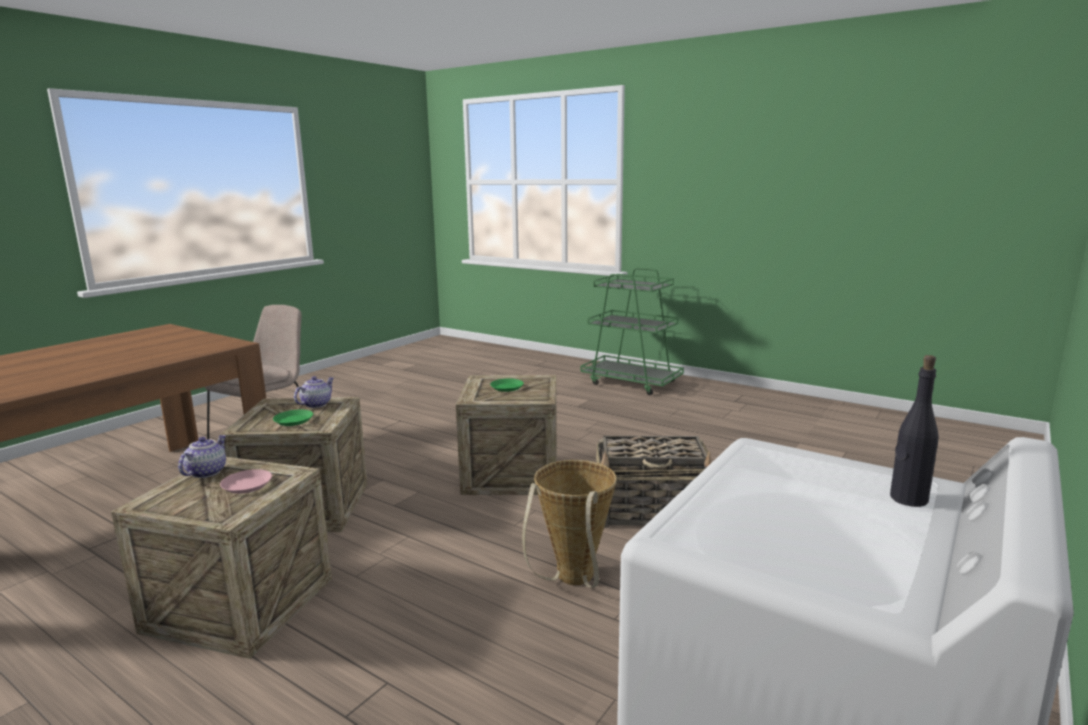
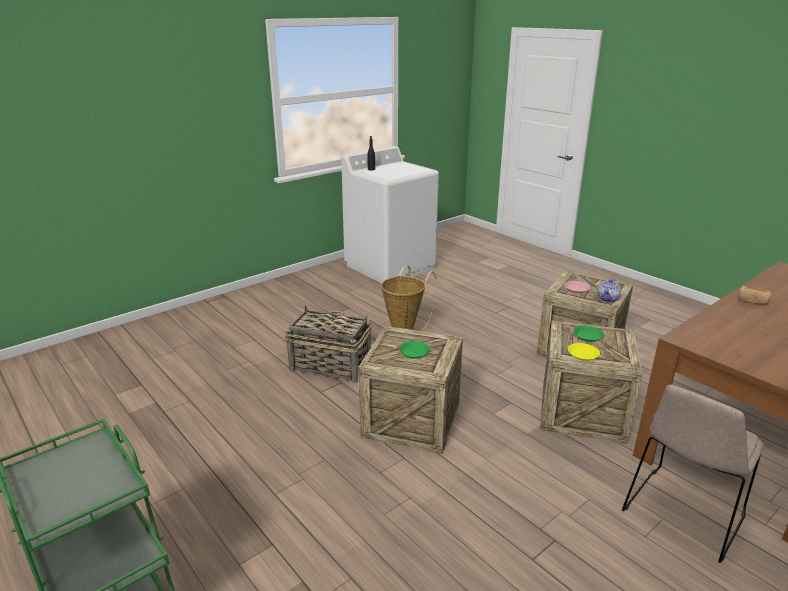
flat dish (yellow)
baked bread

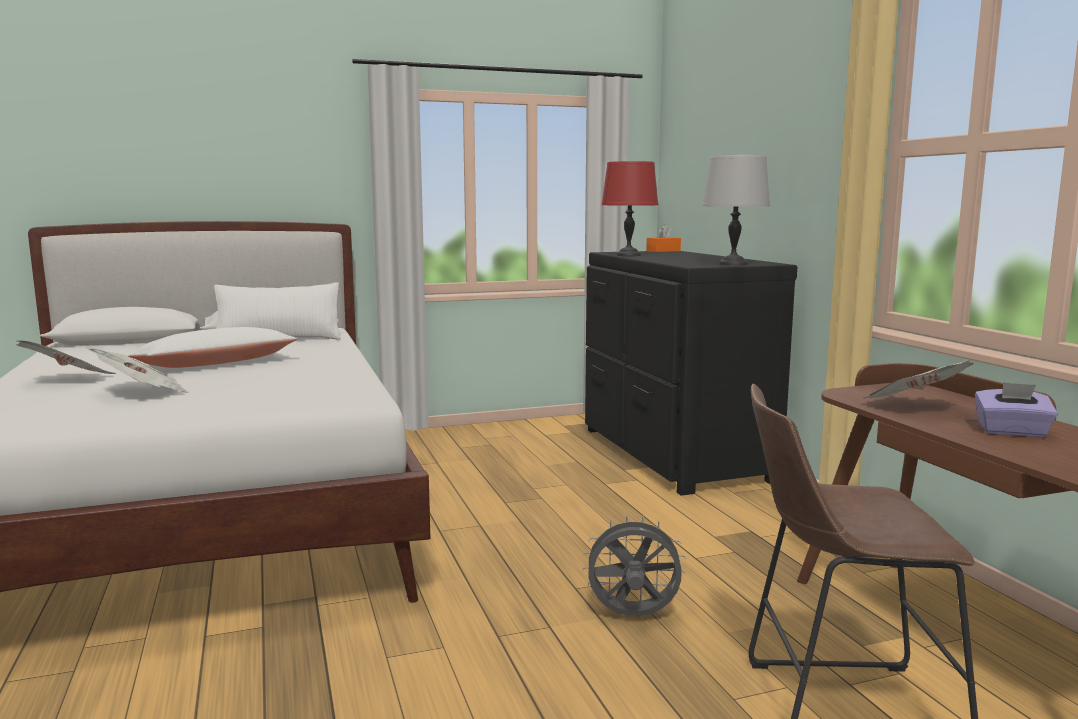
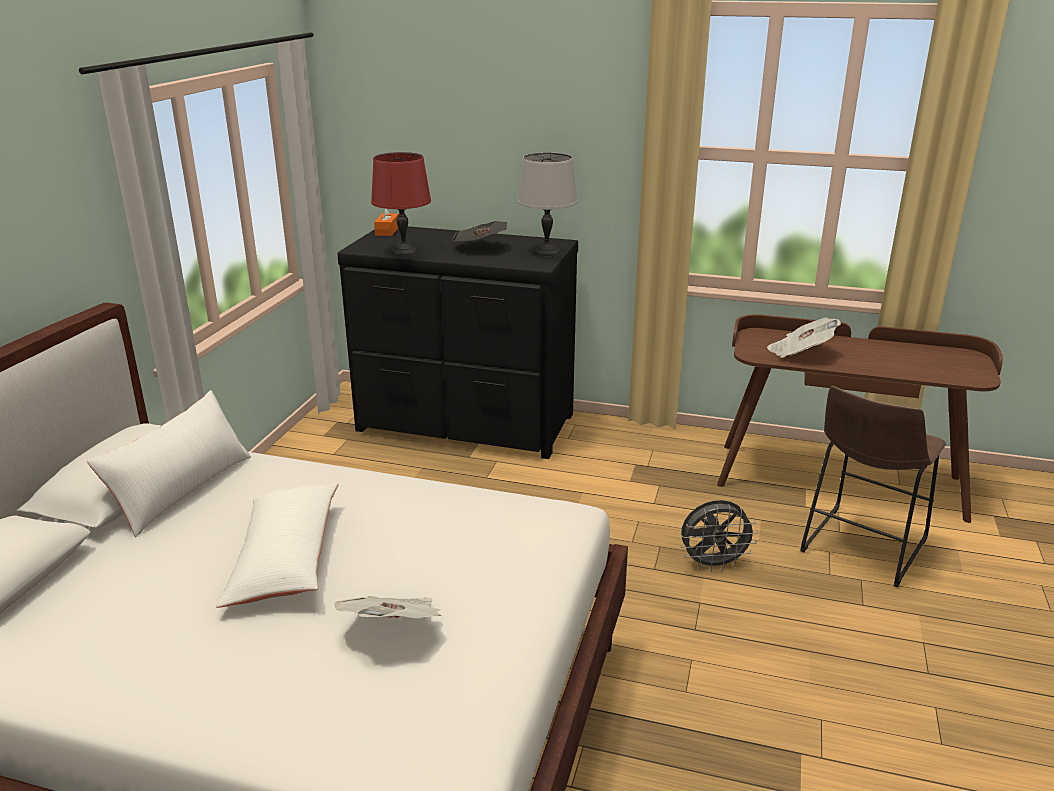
printed paper (2nd from left)
tissue holder (purple)
cooling fan (grey)

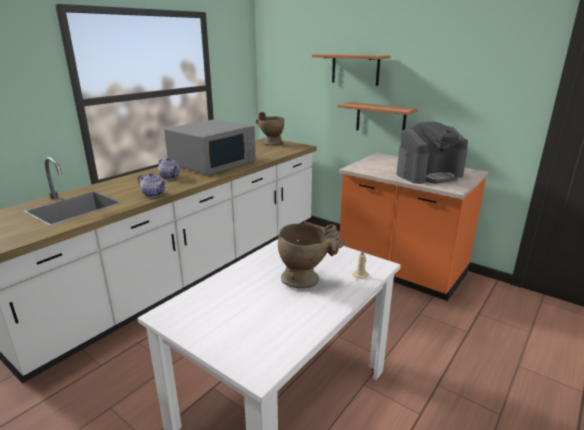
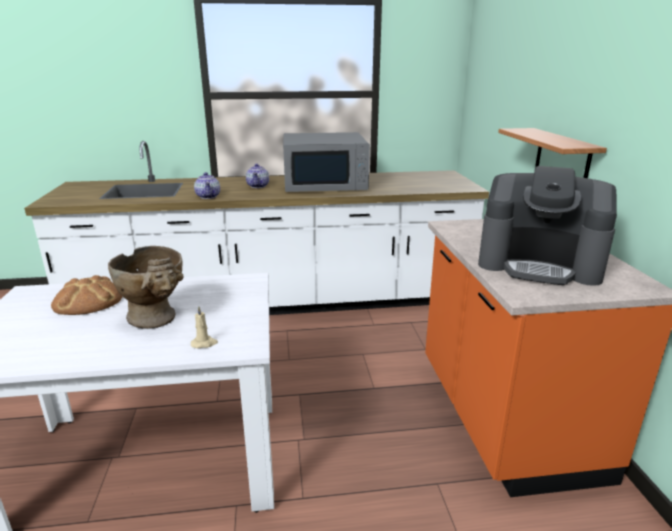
wall shelf (1st from left in the first image)
flower vase (sand-coloured) (1st from left in the first image)
baked bread

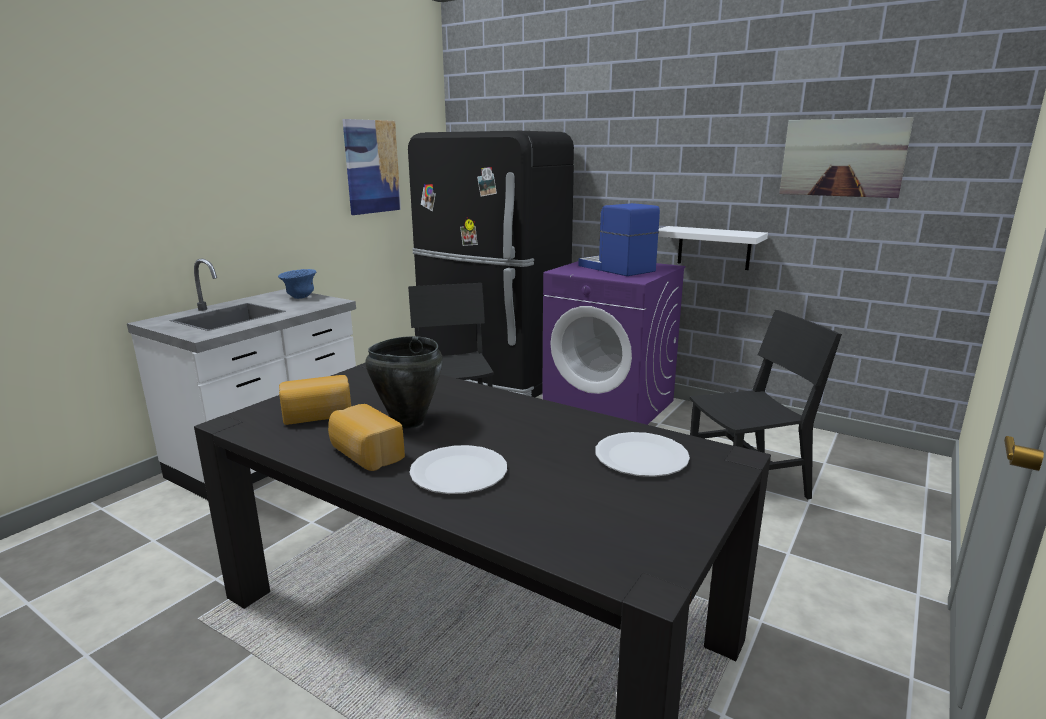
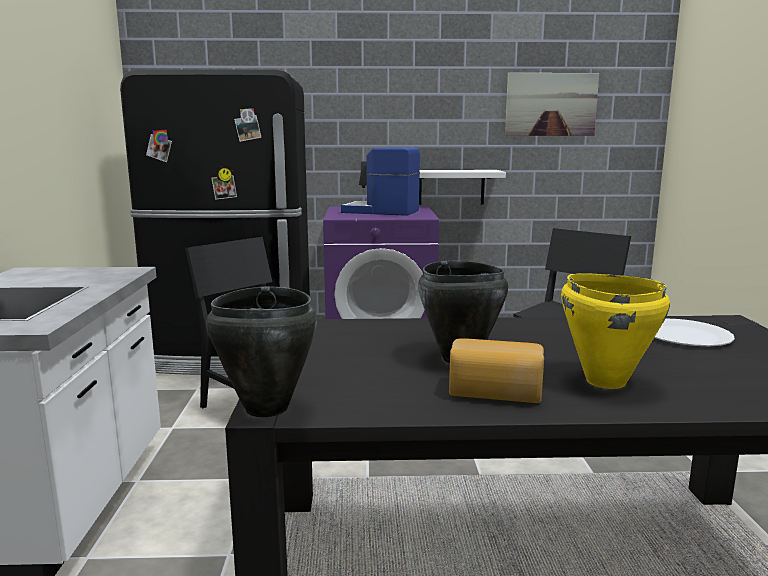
wall picture (1st from left in the first image)
serving bowl (blue-coloured)
baked bread (1st from left in the first image)
cooking pot (yellow)
cooking pot (black-coloured) (1st from left)

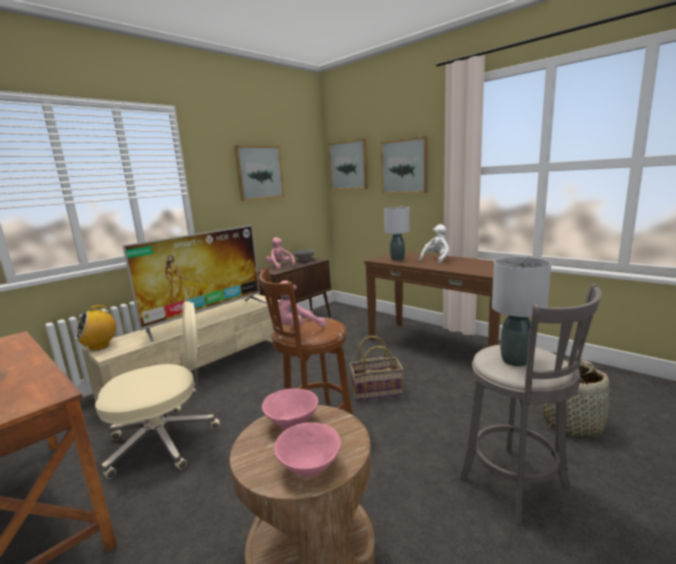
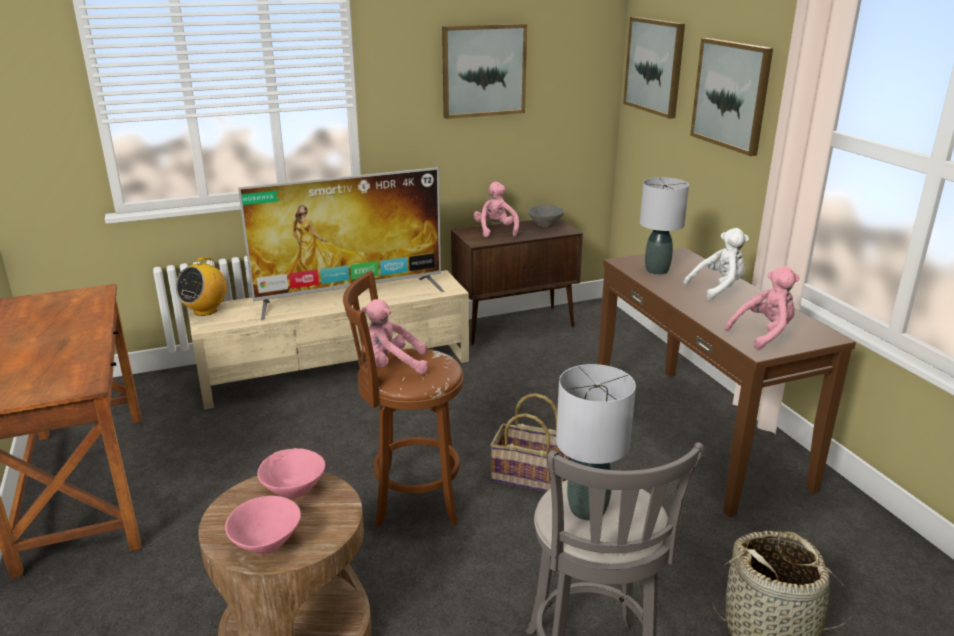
desk chair (sand-coloured)
radio receiver
soft toy (pink) (3rd from left)

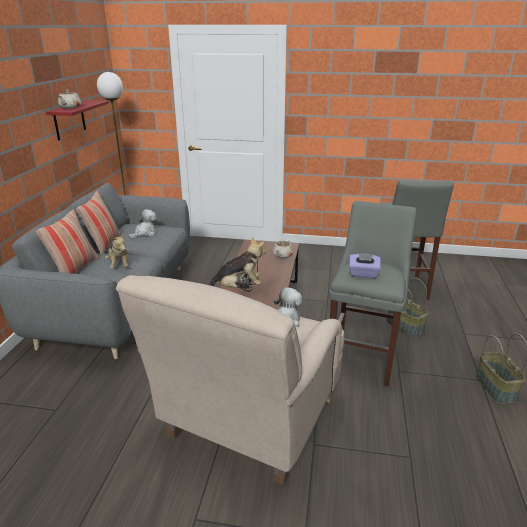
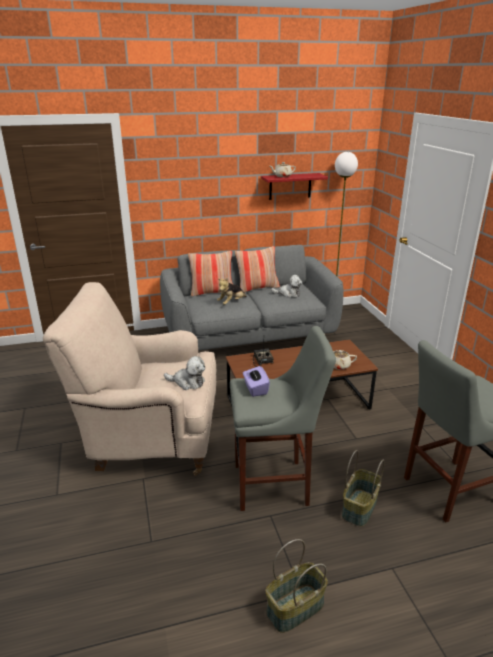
soft toy (3rd from left in the first image)

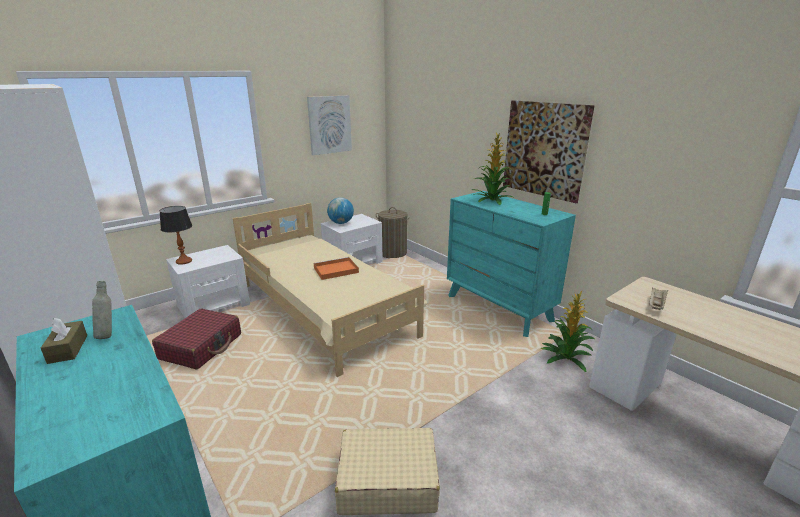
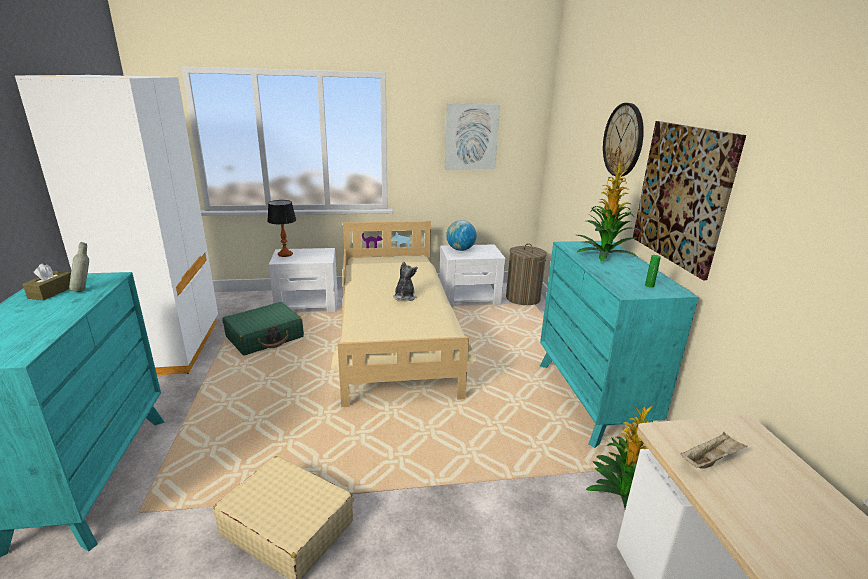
soft toy
suitcase (green)
wall clock

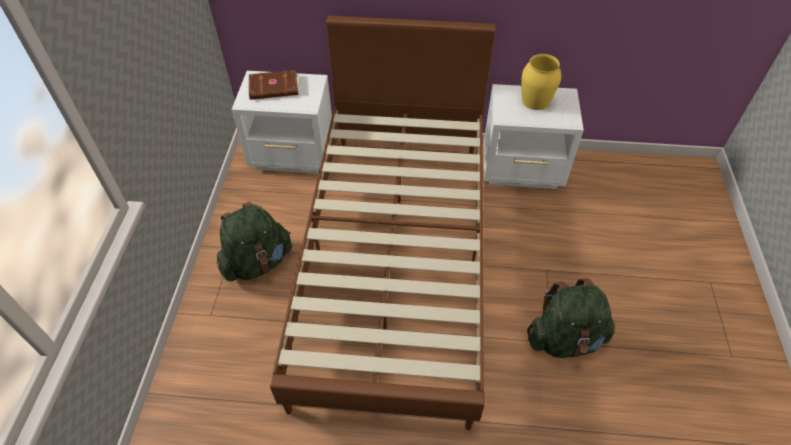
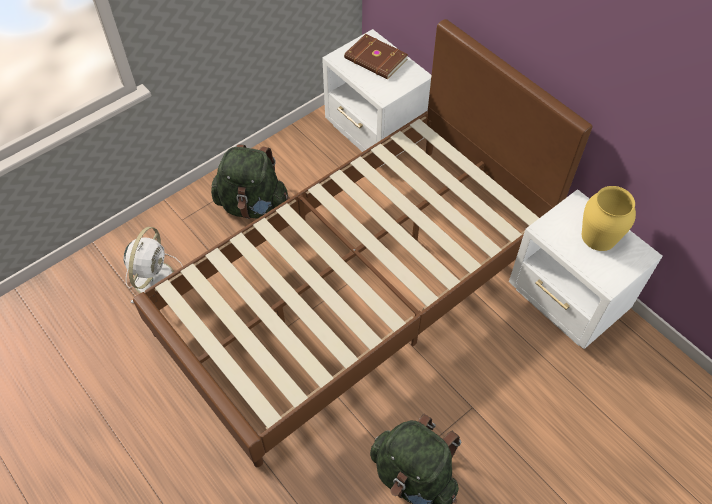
cooling fan (whitish)

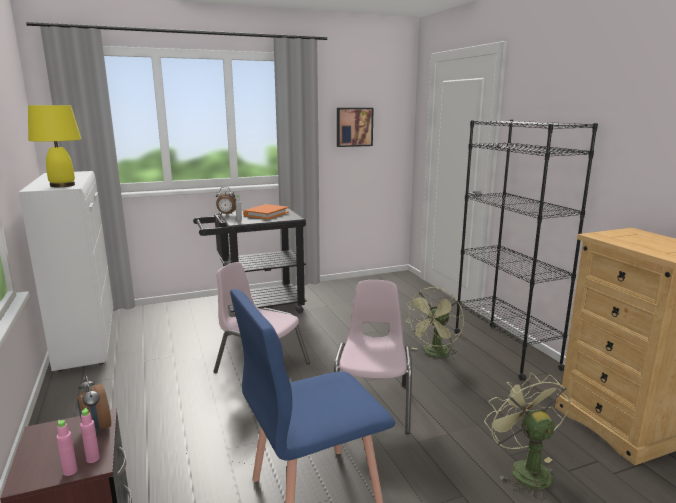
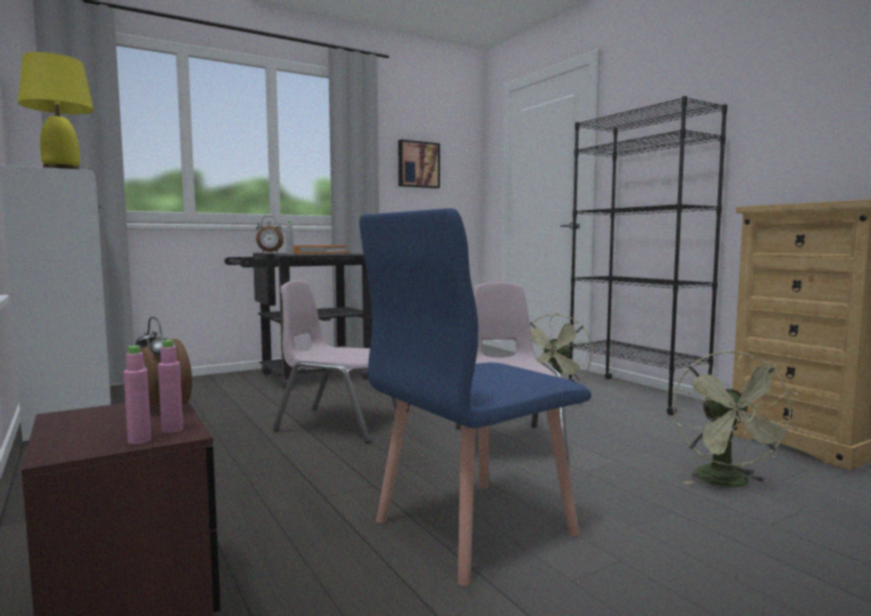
cooling fan (green) (2nd from left)

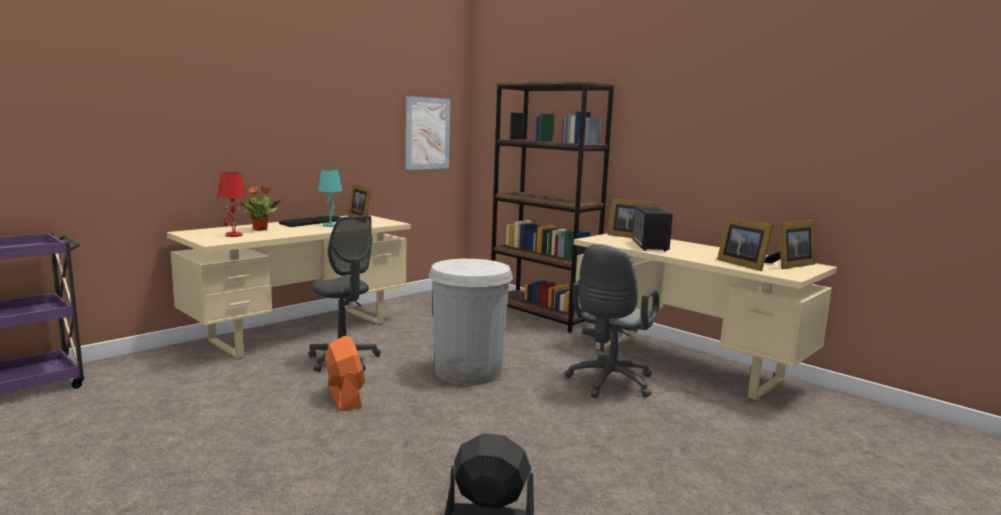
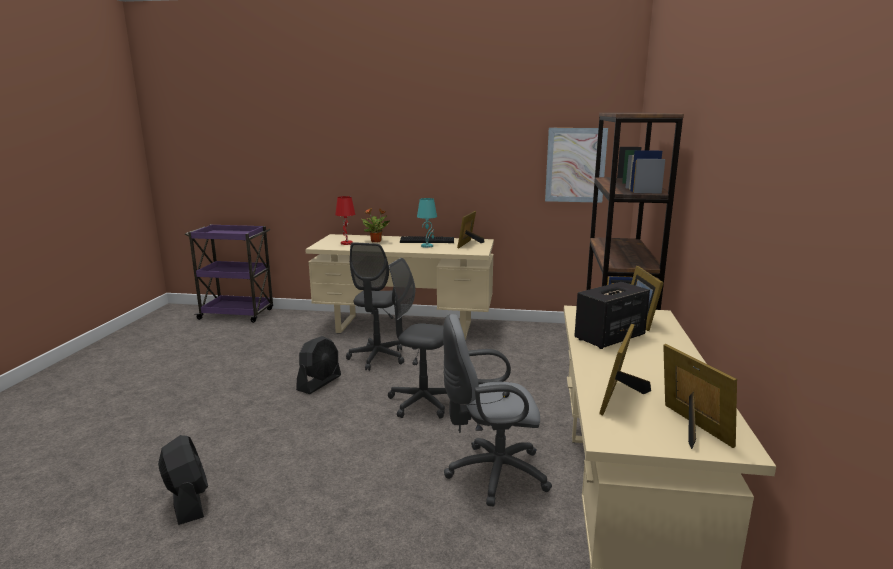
standing frame (4th from left)
desk chair (grey) (2nd from left)
cooling fan (black-coloured) (2nd from left)

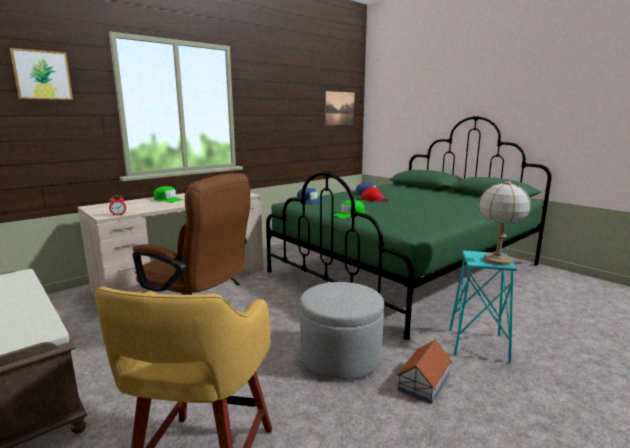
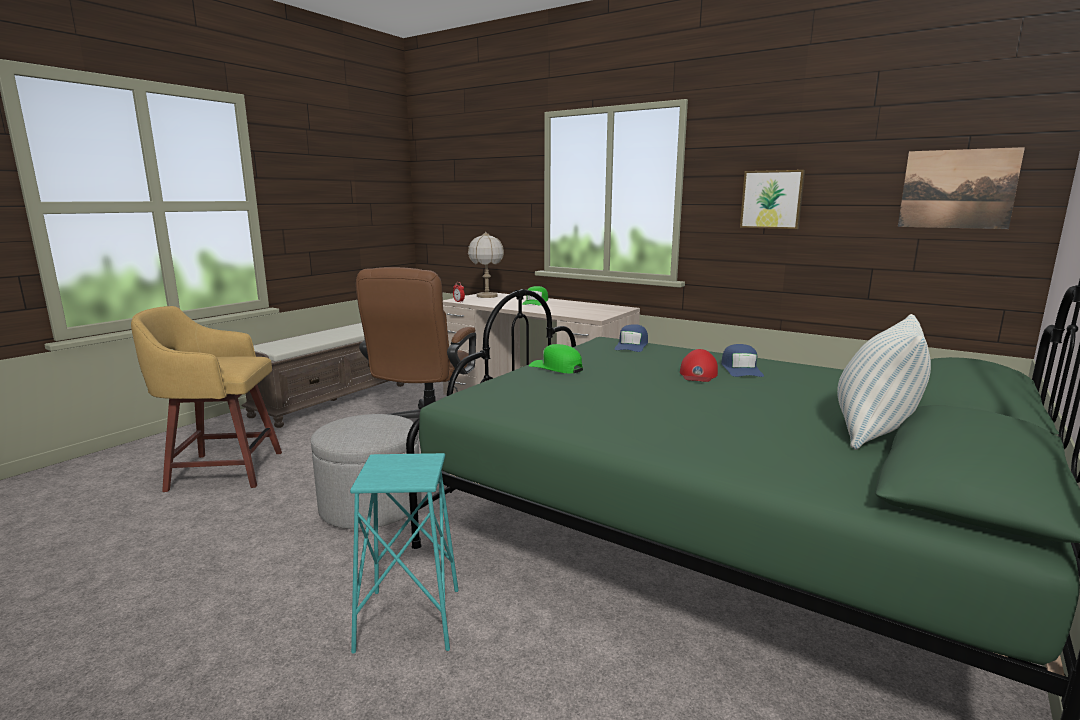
wall picture (1st from left)
table lamp
model house
cushion

